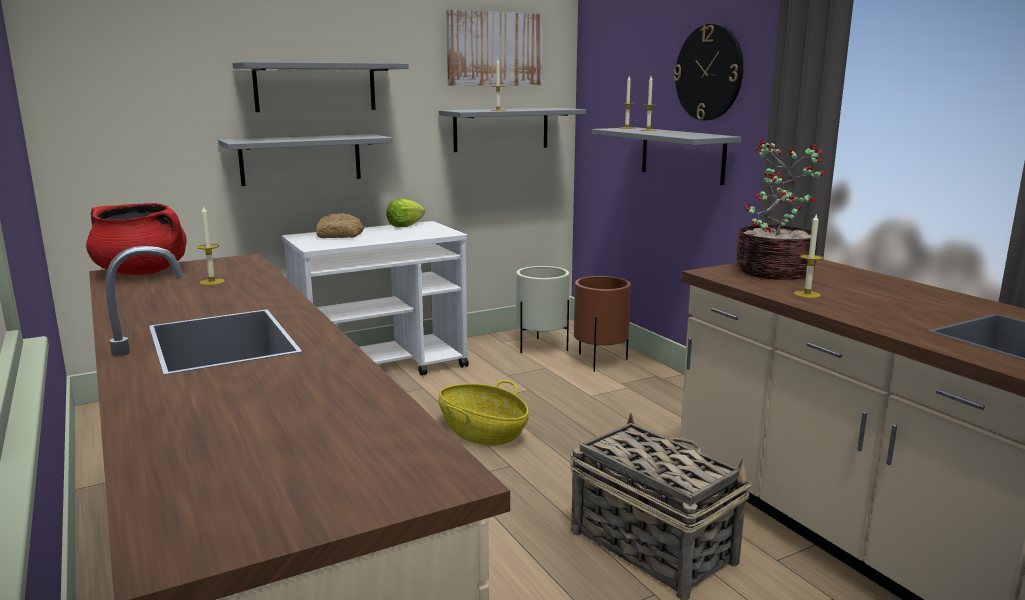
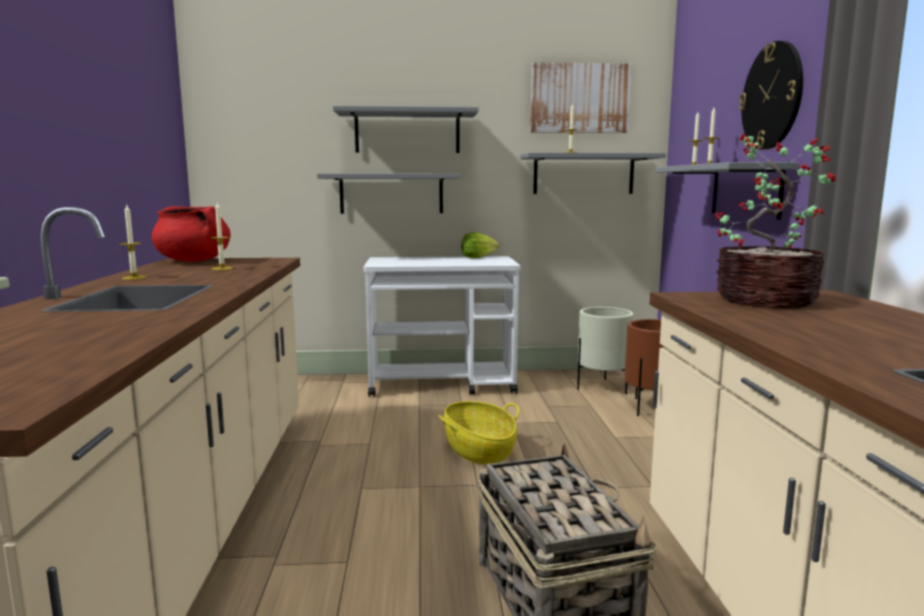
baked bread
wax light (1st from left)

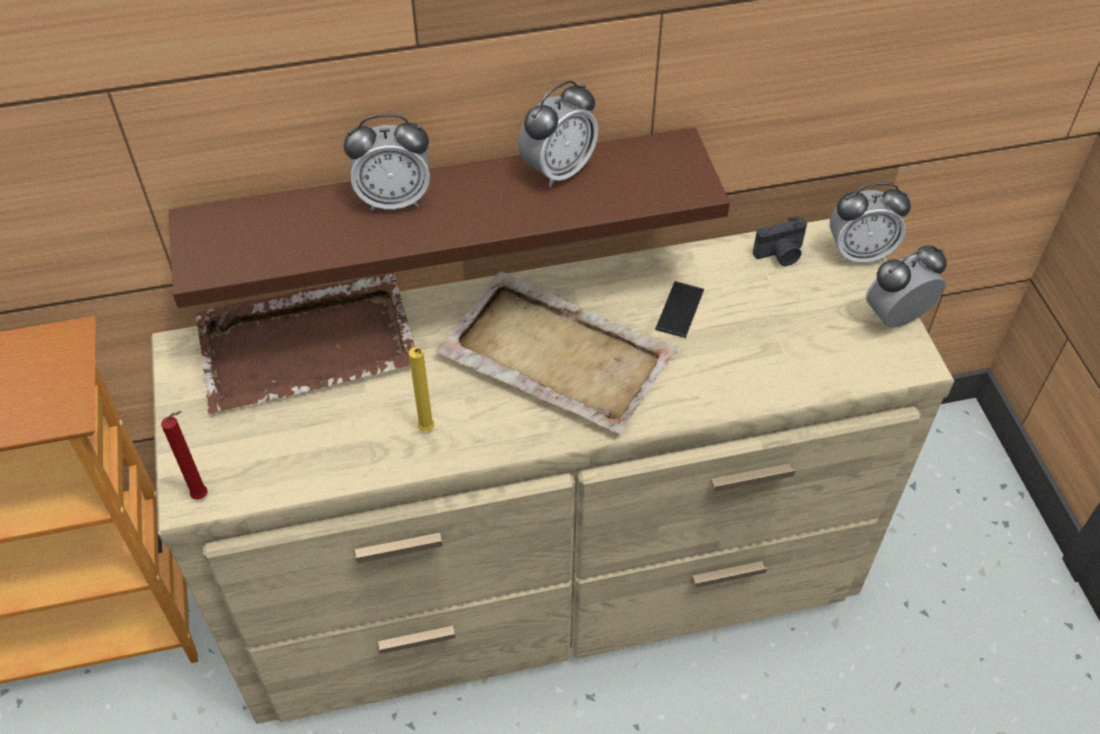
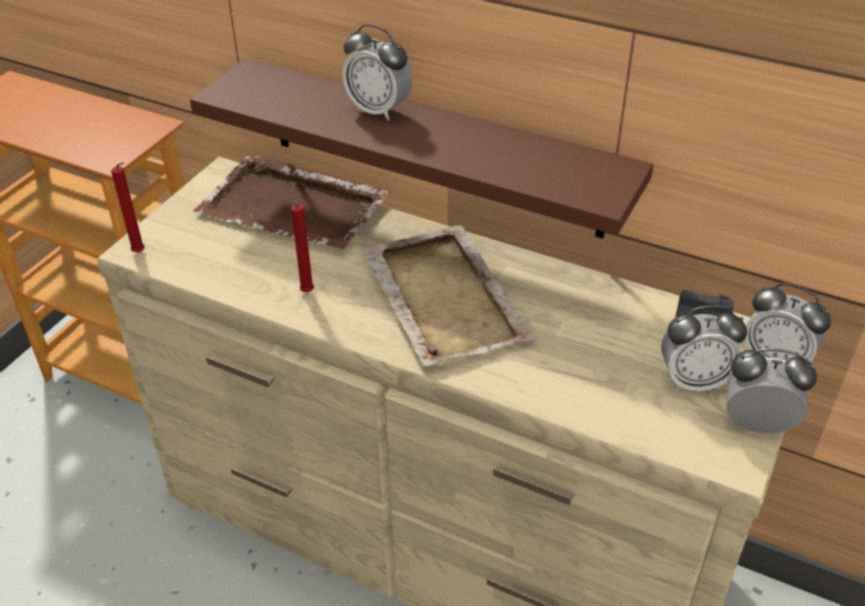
table clock (2nd from left)
telephone
wax light (reddish) (2nd from left)

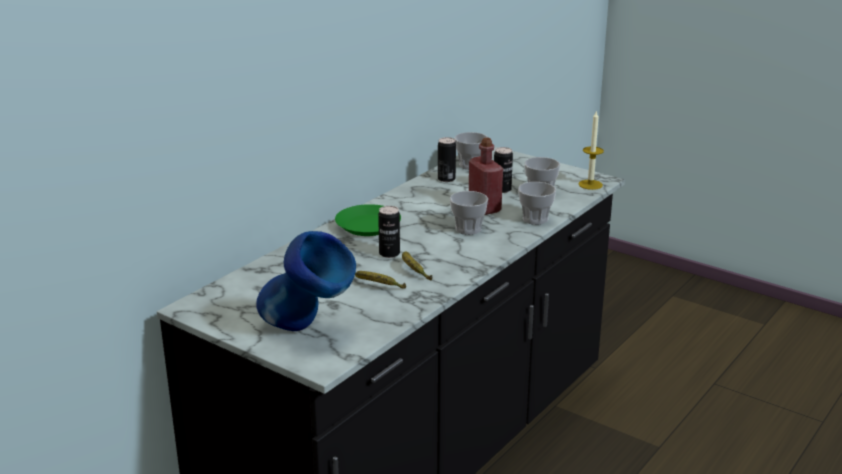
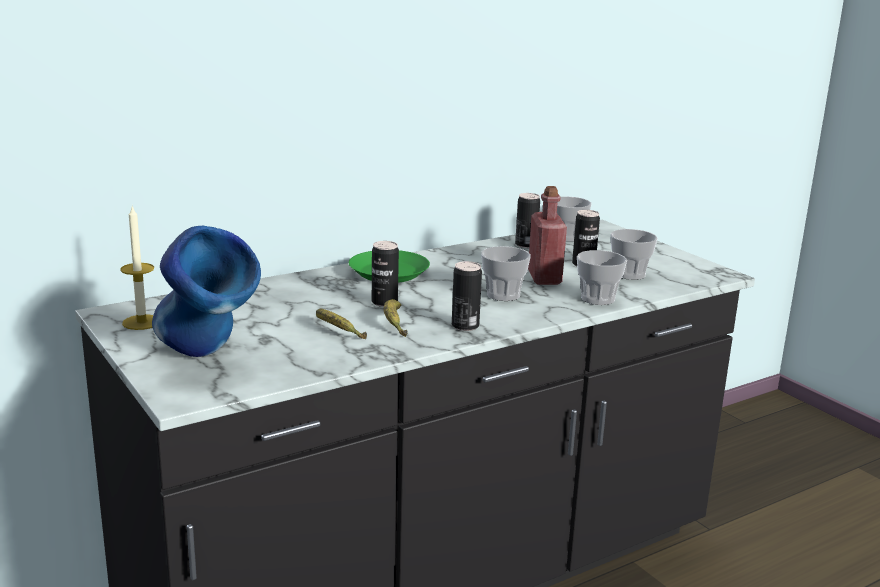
wax light
can (2nd from left)

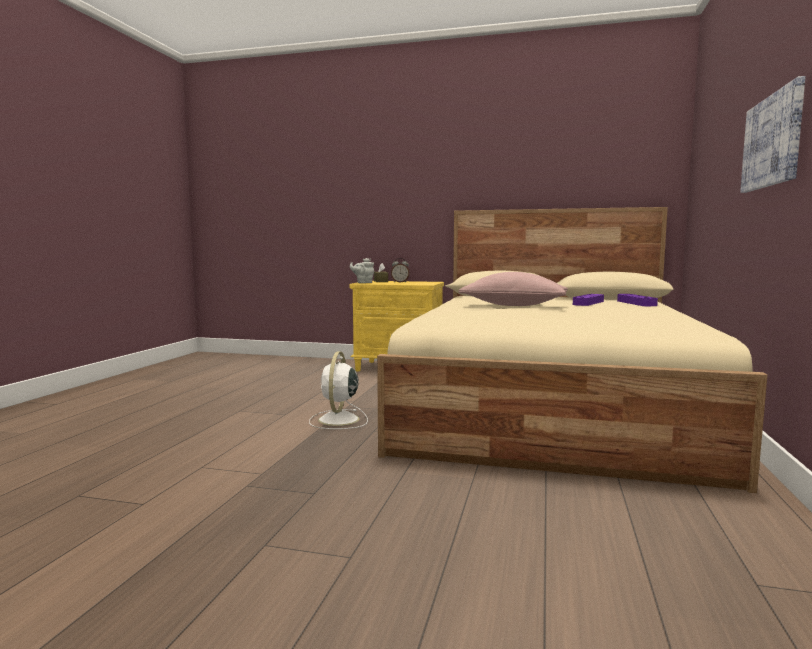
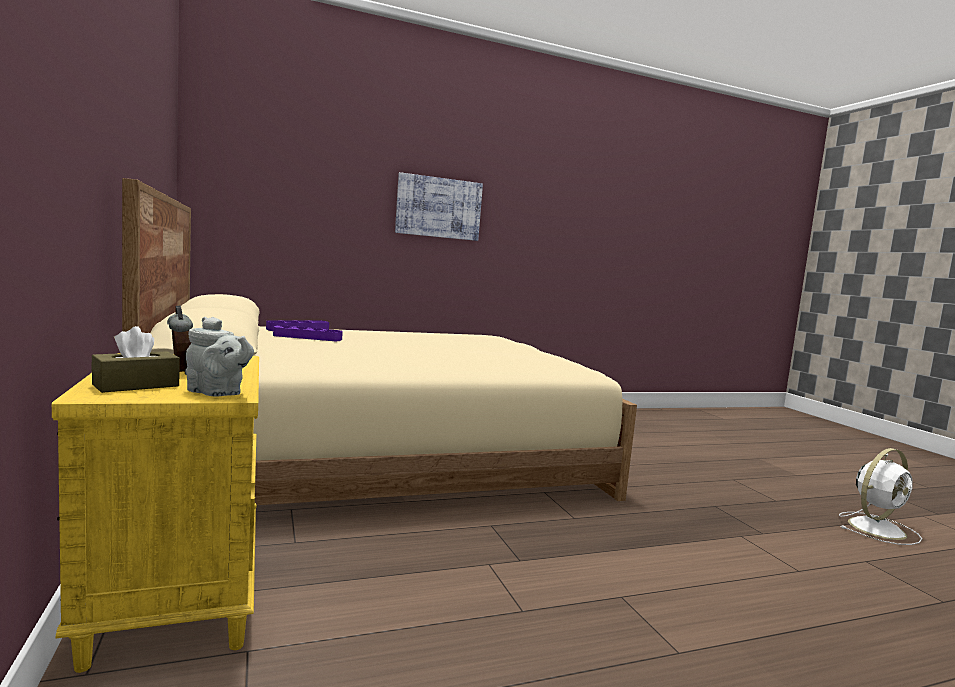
cushion (pink)
cooling fan (whitish)

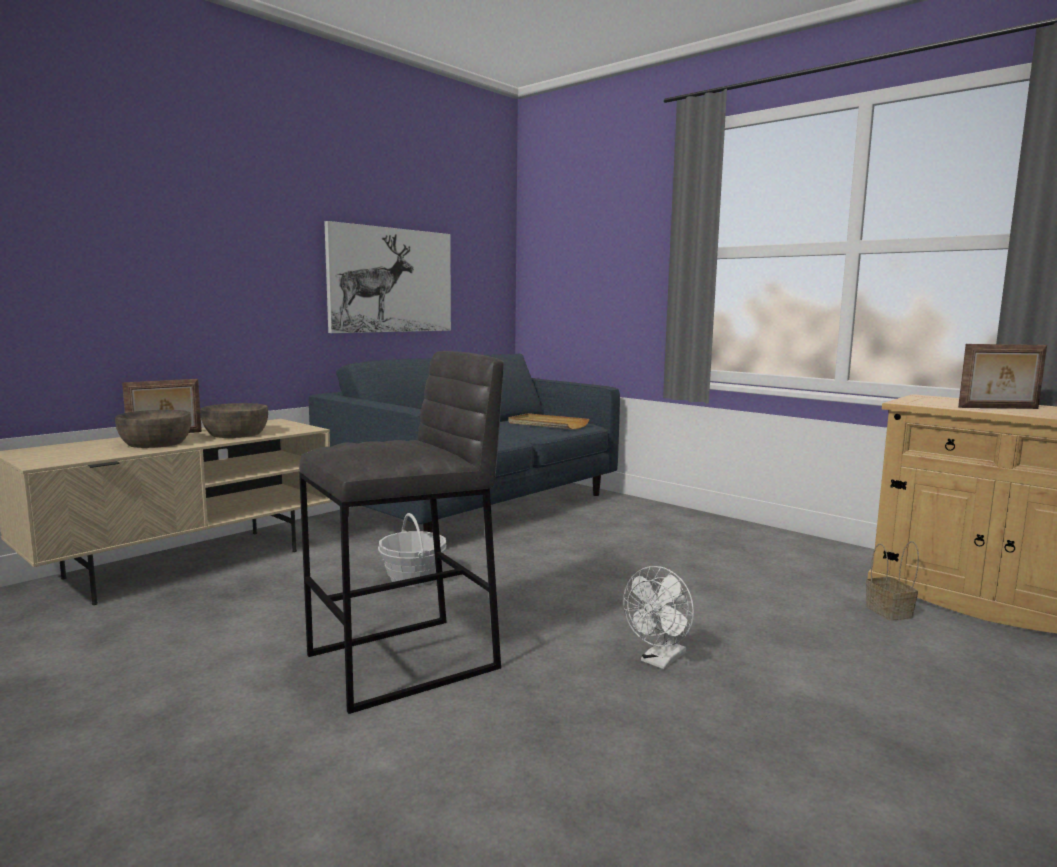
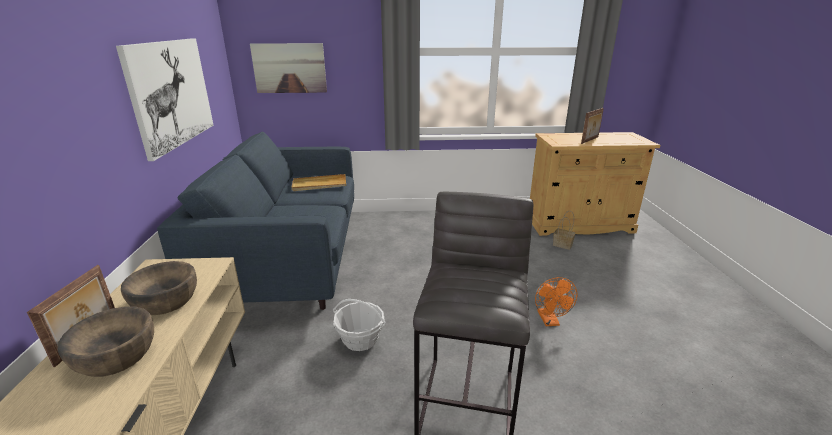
cooling fan (orangey)
wall picture (2nd from left)

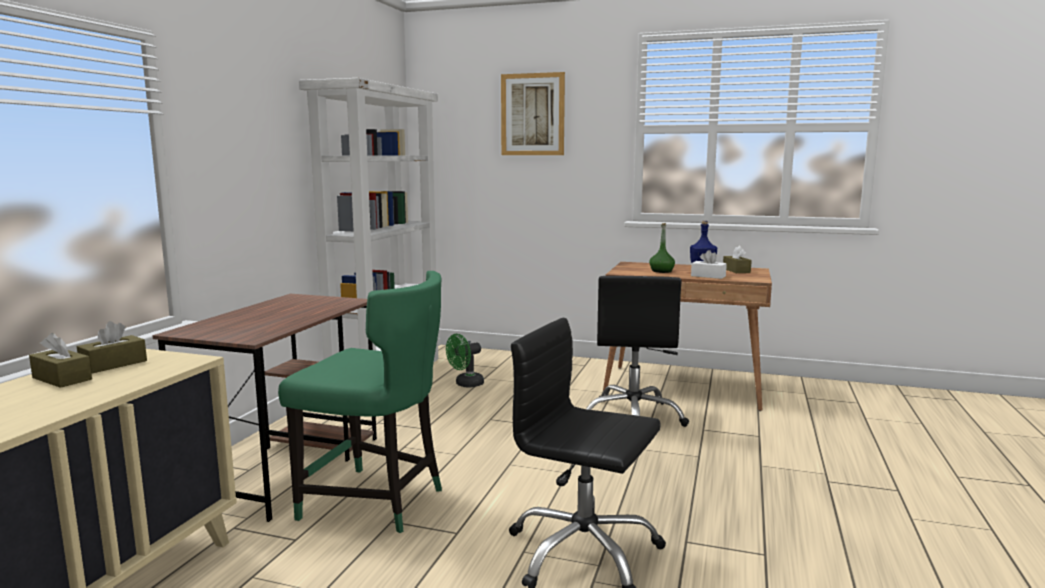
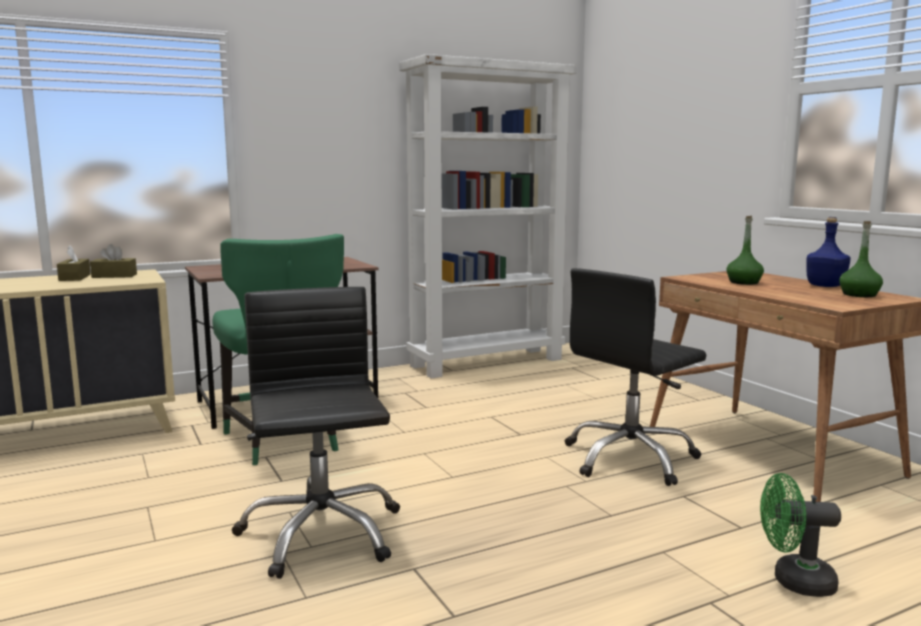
wall picture
drink bottle (green) (2nd from left)
tissue holder (whitish)
cooling fan (green)

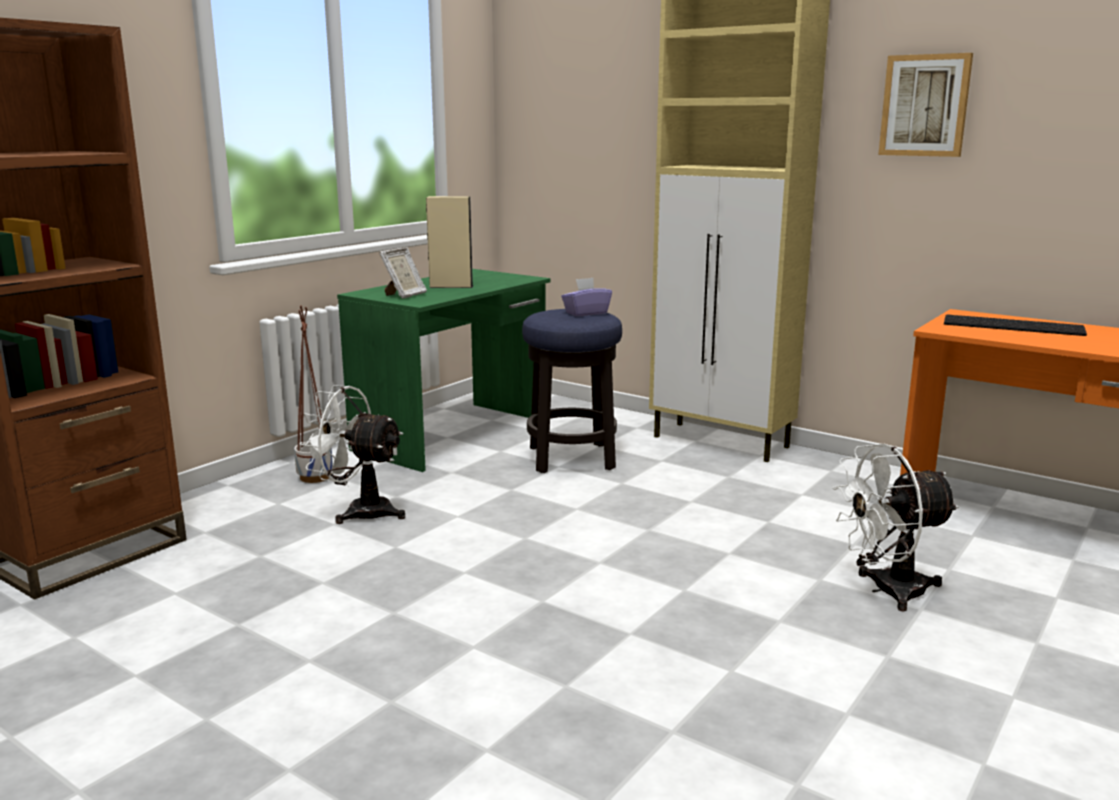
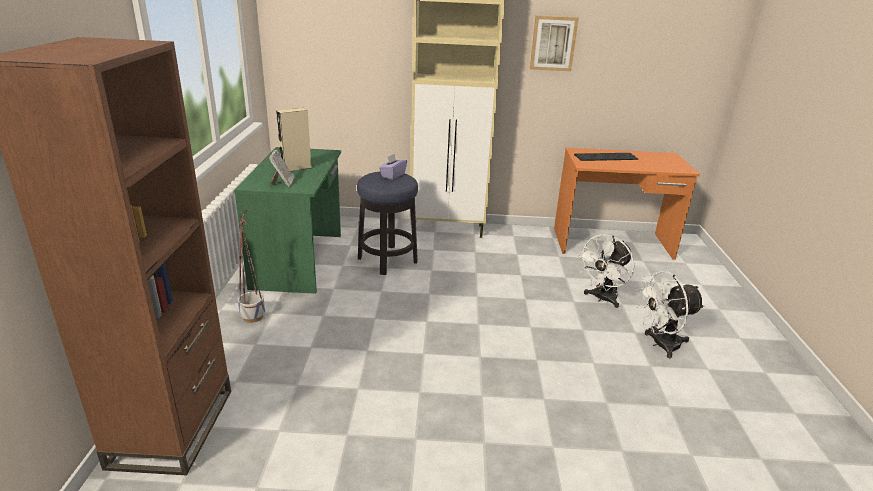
cooling fan (whitish) (2nd from left)

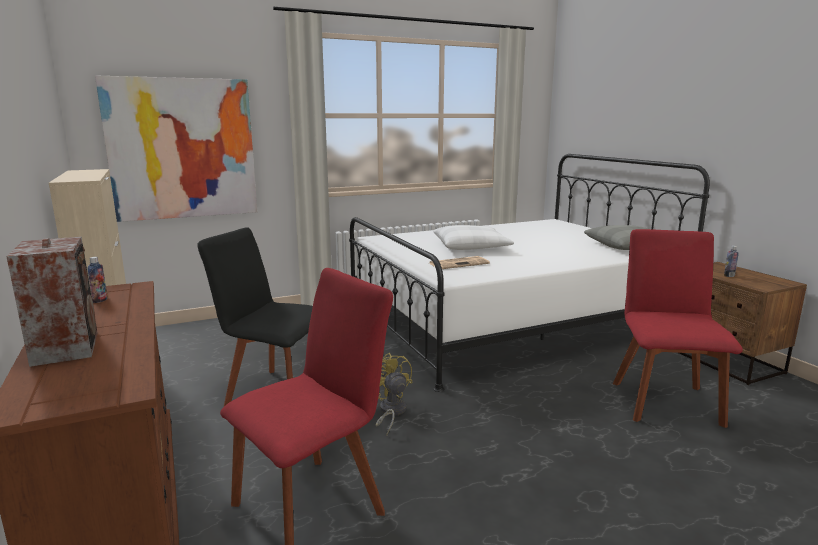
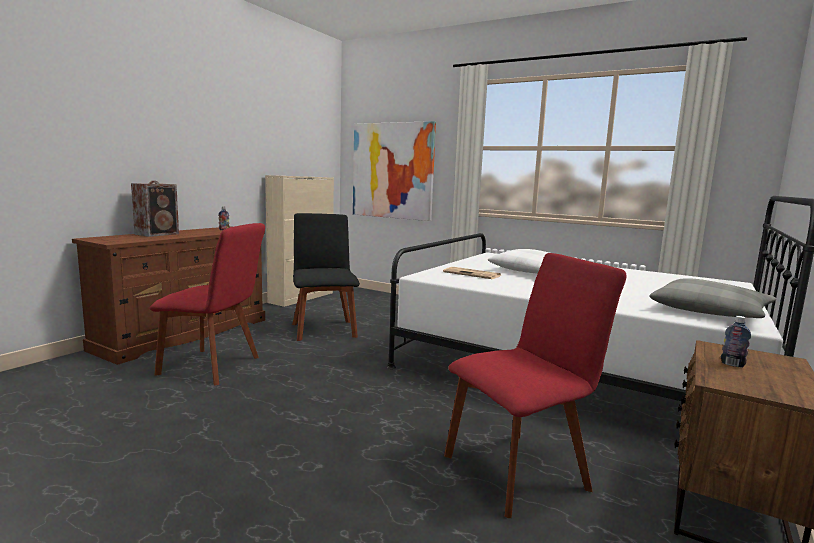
cooling fan (yellow)

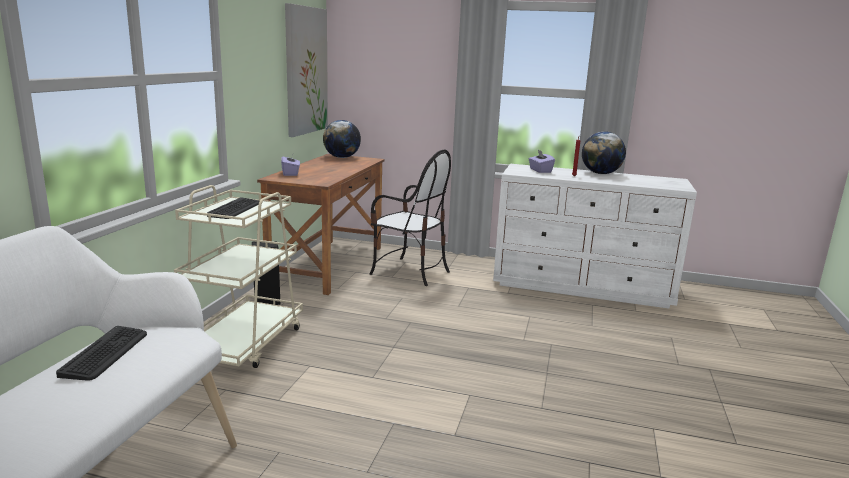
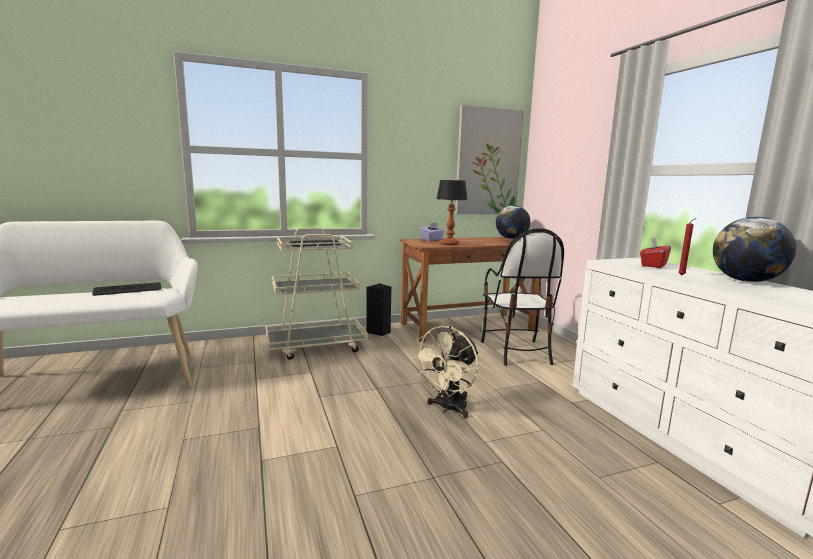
tissue holder (reddish)
table lamp
cooling fan (sand-coloured)

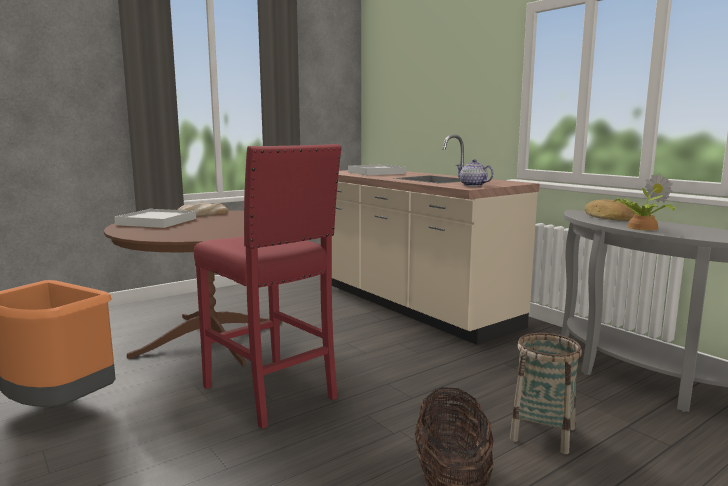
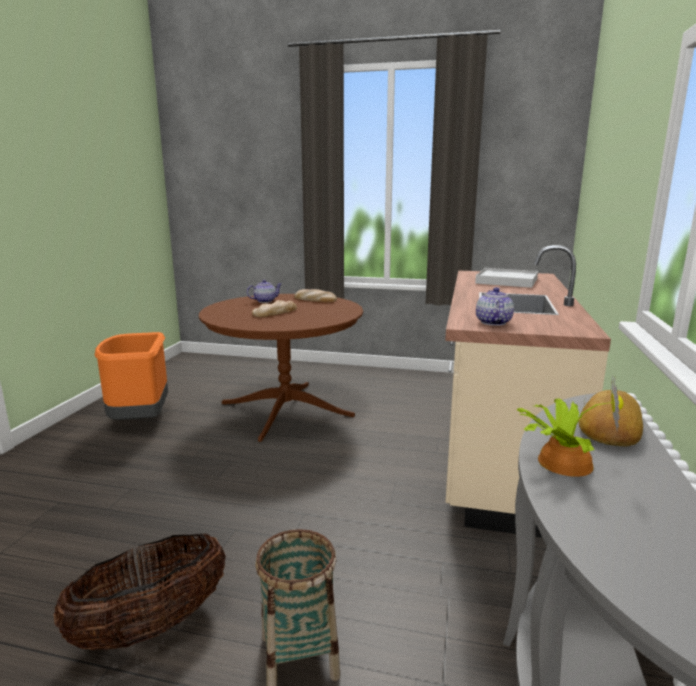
sitting stool (reddish)
teapot (1st from left)
baked bread (1st from left)

